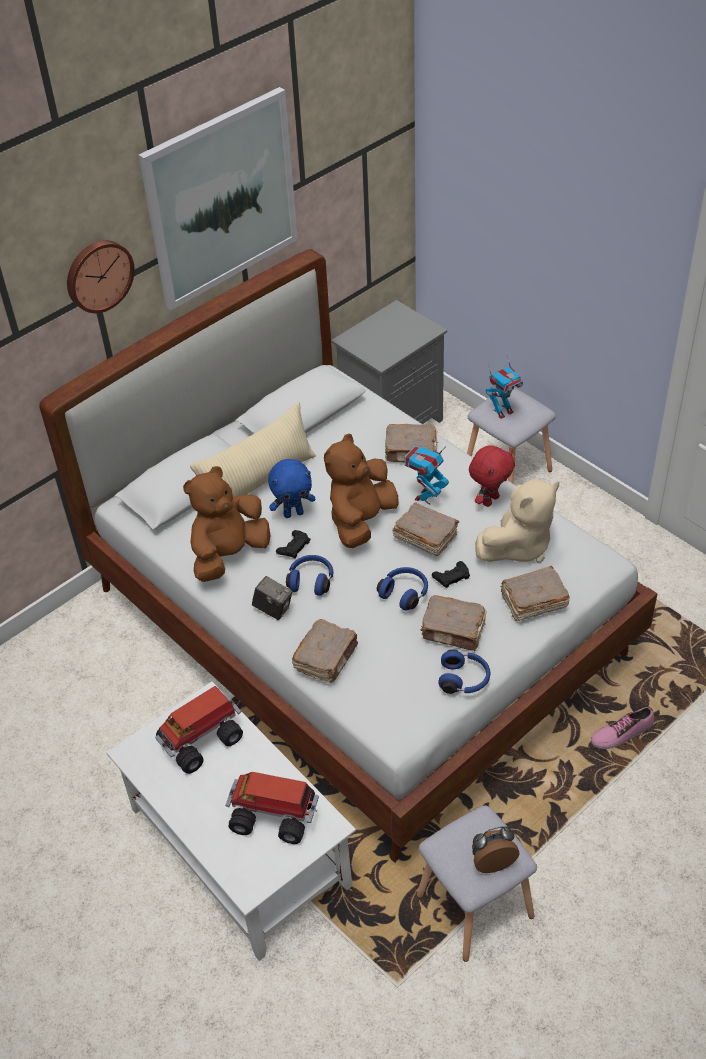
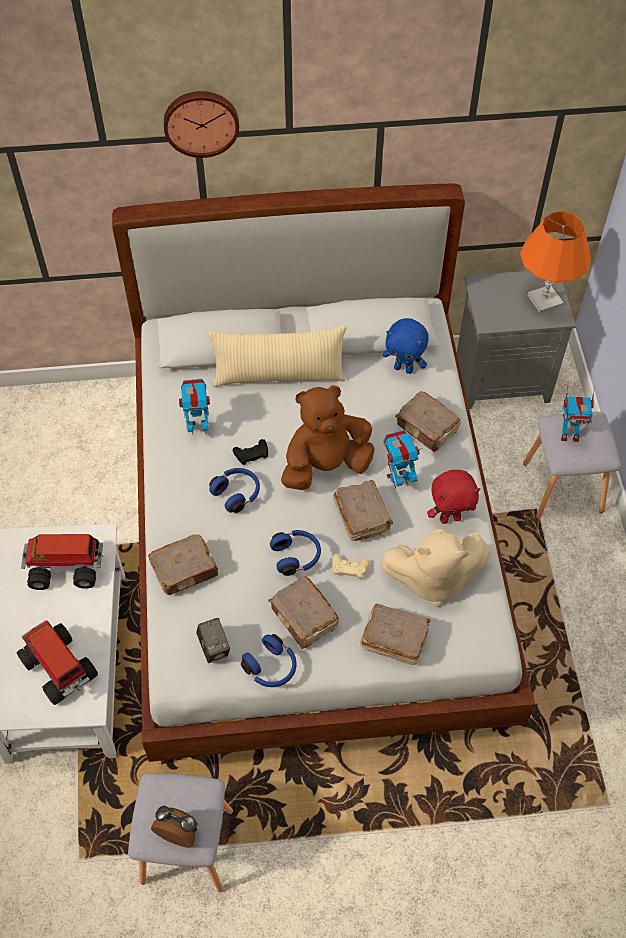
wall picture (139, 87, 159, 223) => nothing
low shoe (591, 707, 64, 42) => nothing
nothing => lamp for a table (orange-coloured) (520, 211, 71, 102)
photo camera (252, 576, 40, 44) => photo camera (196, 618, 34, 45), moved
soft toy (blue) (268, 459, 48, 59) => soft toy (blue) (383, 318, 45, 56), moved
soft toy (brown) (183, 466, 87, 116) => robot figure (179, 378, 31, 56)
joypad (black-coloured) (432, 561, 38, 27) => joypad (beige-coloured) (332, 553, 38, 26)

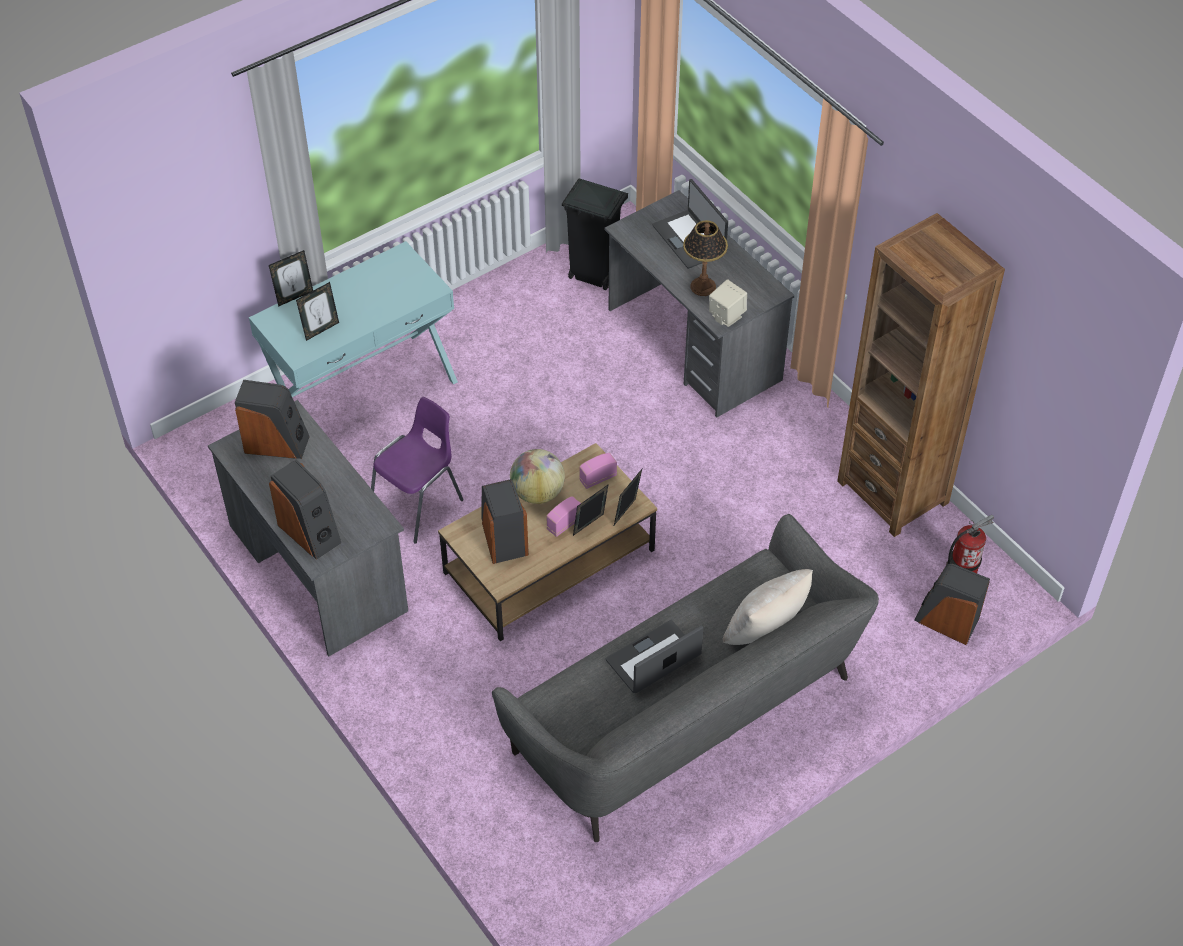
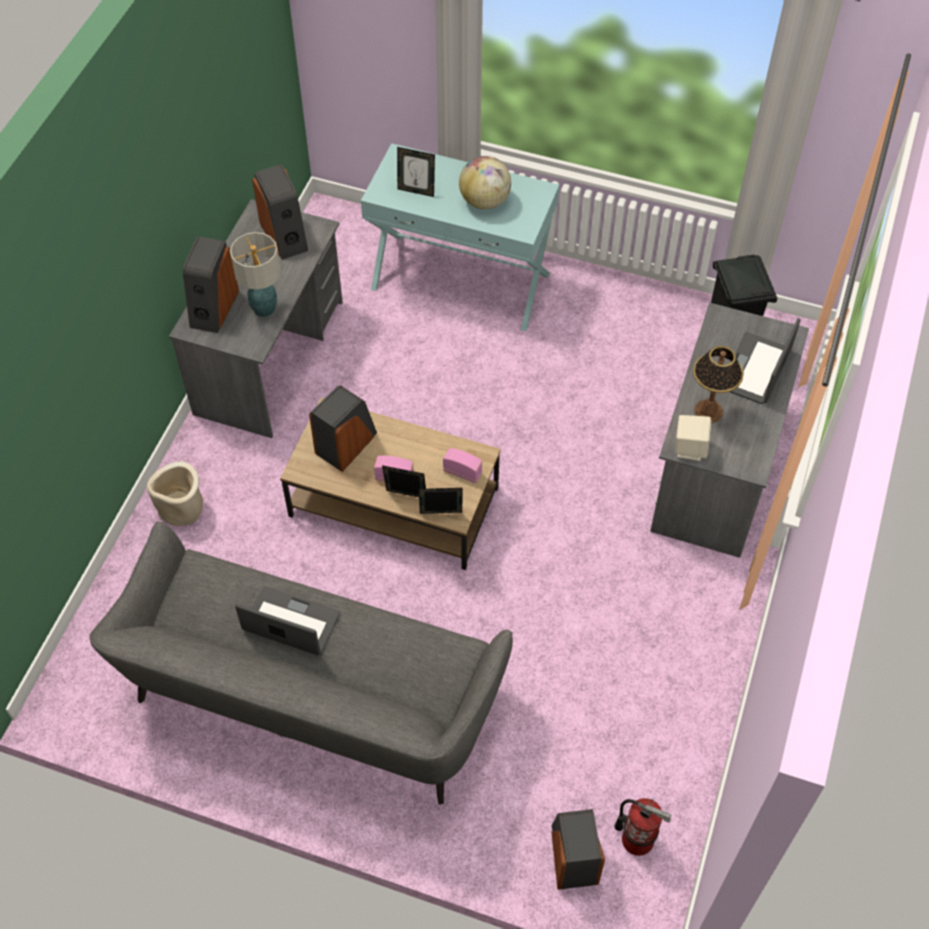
photo frame (269, 250, 44, 57) => nothing
upright chair (purple-coloured) (371, 397, 93, 147) => nothing
throw pillow (beige-coloured) (723, 569, 90, 76) => nothing
bookshelf (brown) (837, 213, 168, 324) => nothing
nothing => flower pot (beige-coloured) (146, 461, 57, 65)
nothing => lamp for a table (230, 232, 51, 85)
world globe (510, 449, 55, 55) => world globe (459, 156, 52, 53), moved

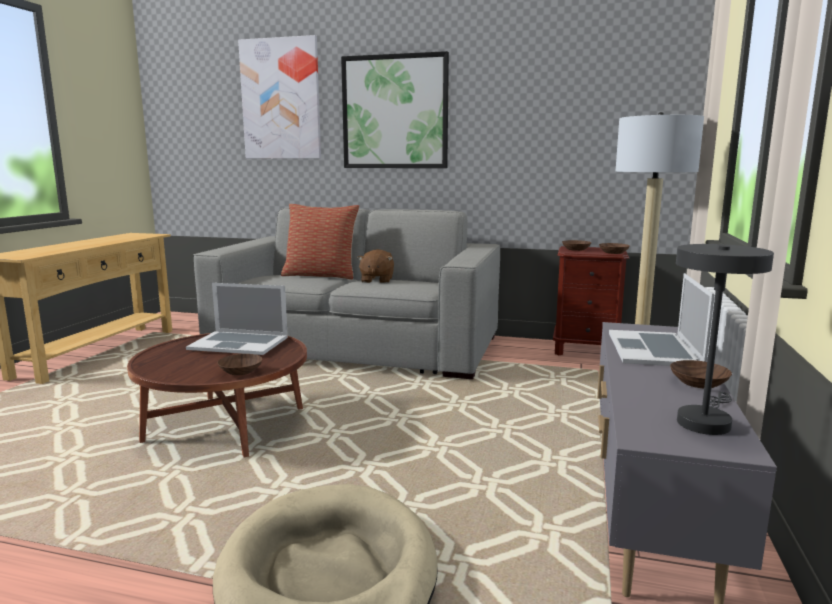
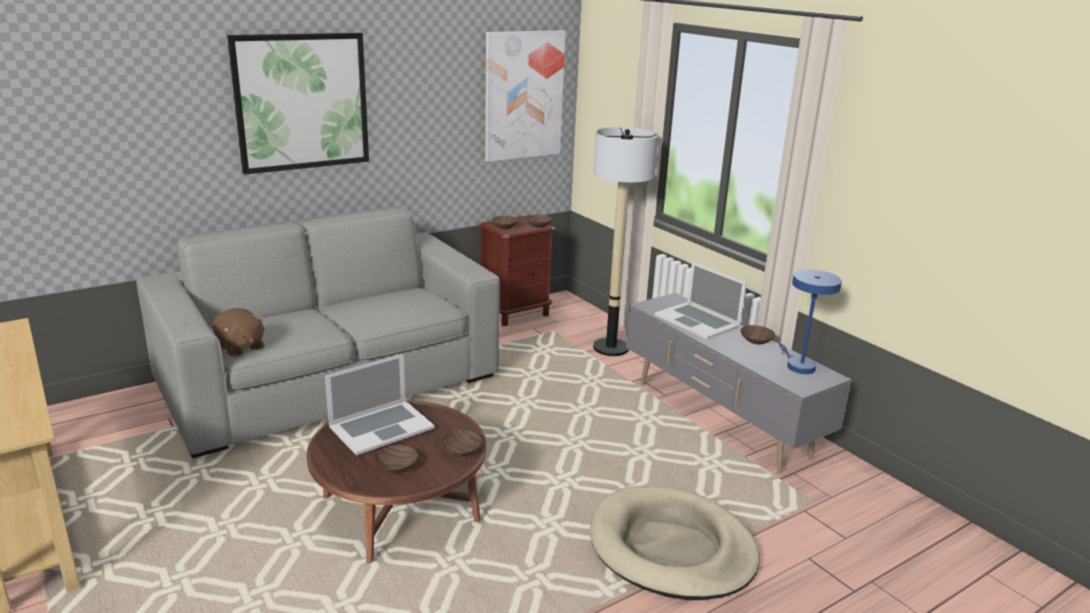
throw pillow (281, 204, 78, 76) => nothing
nothing => deep dish (brown) (374, 445, 44, 28)
wall picture (238, 35, 83, 124) => wall picture (485, 31, 81, 131), moved
soft toy (brown) (357, 249, 37, 34) => soft toy (brown) (213, 308, 52, 48), moved
lamp for a table (grey) (676, 244, 98, 191) => lamp for a table (blue) (779, 269, 63, 105)

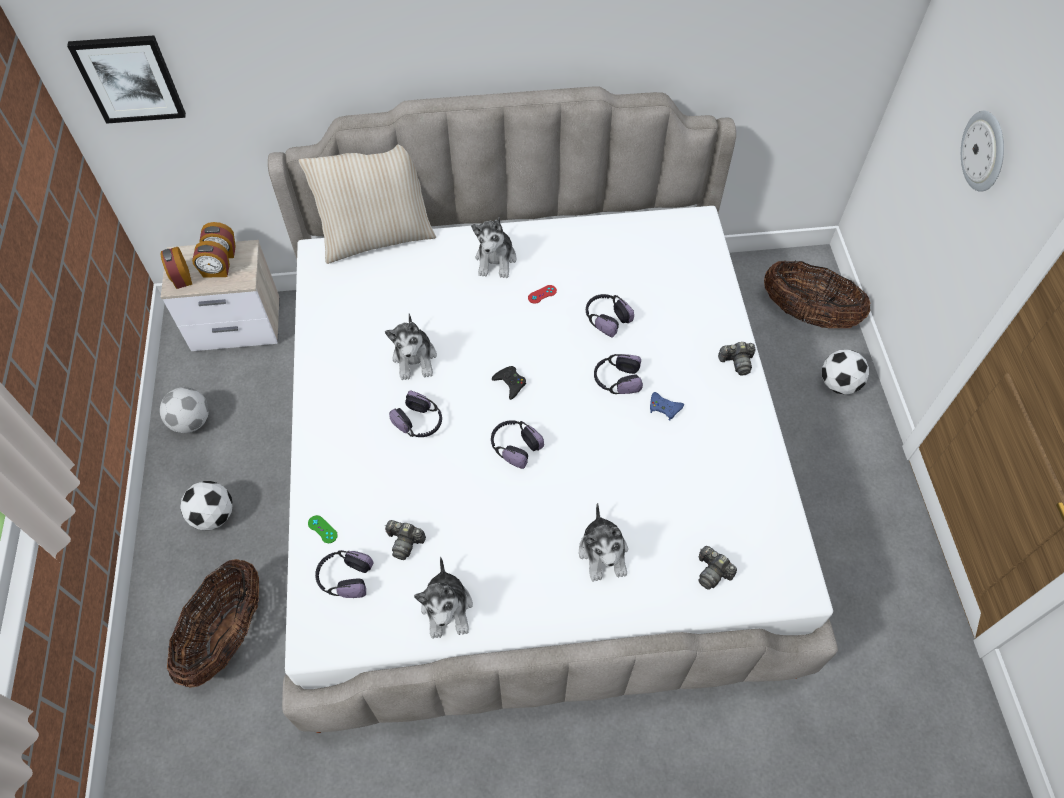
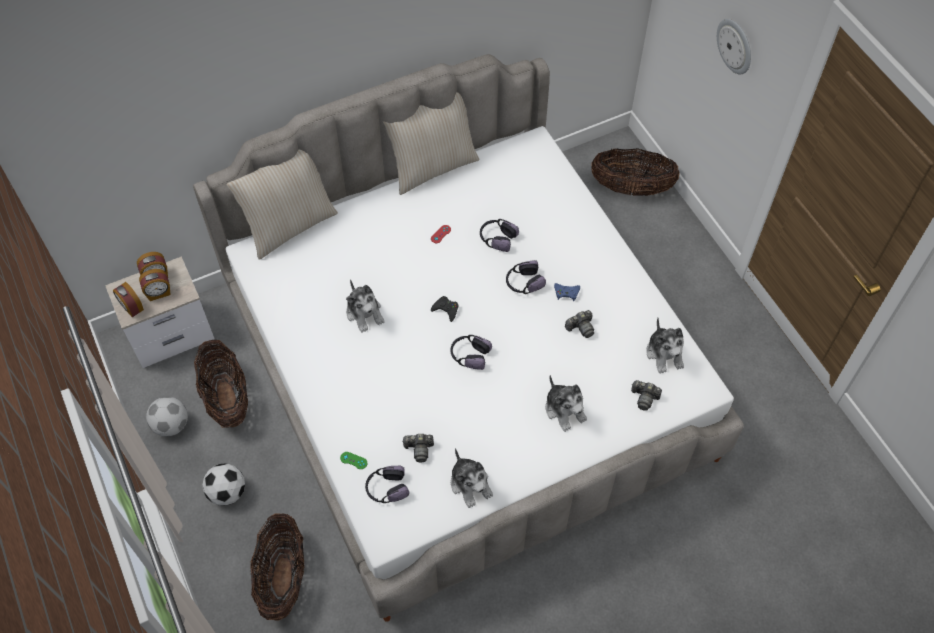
wall picture (67, 35, 119, 89) => nothing
pair of headphones (389, 390, 53, 47) => nothing
football (822, 350, 47, 45) => nothing
nothing => basket (194, 340, 54, 88)
nothing => throw pillow (beige-coloured) (383, 92, 97, 103)
soft toy (471, 217, 45, 61) => soft toy (646, 317, 38, 57), moved
photo camera (718, 342, 37, 34) => photo camera (565, 310, 29, 28), moved

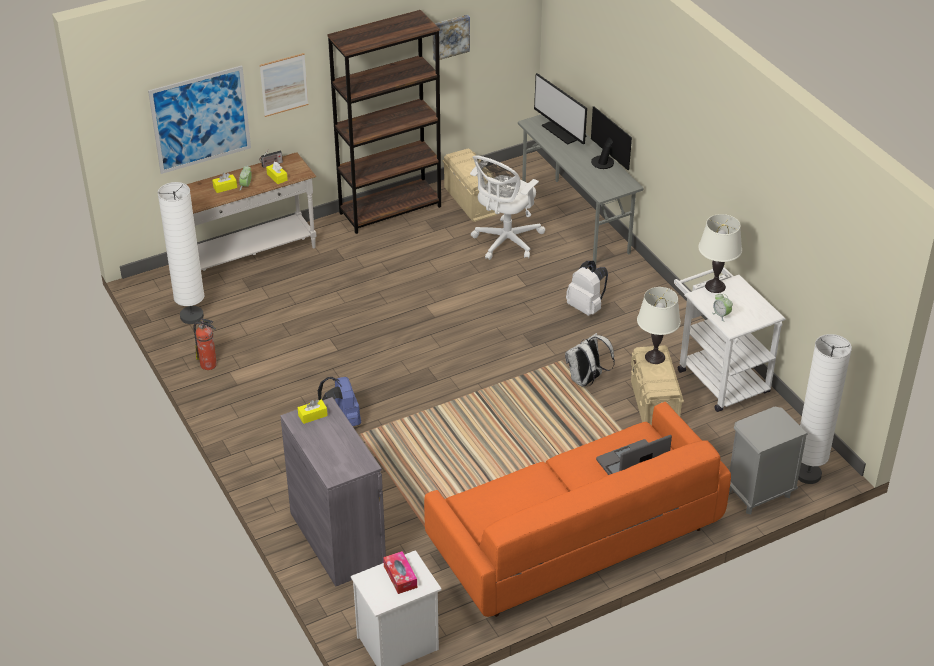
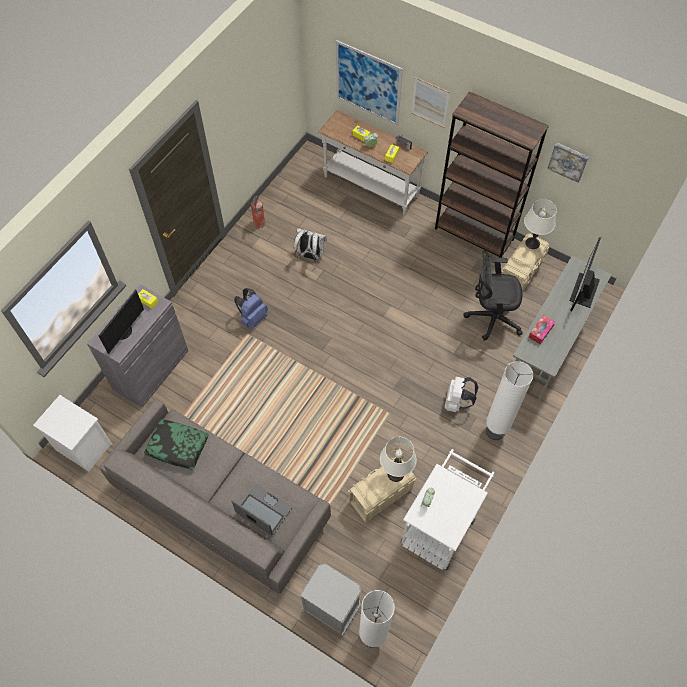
nothing => throw pillow (144, 419, 64, 51)
floor lamp (white) (158, 182, 46, 142) => floor lamp (white) (486, 361, 47, 79), moved
tissue box (383, 551, 34, 43) => tissue box (529, 315, 26, 29), moved
knapsack (white) (565, 333, 50, 54) => knapsack (white) (294, 228, 33, 33), moved
monitor (591, 106, 41, 65) => monitor (99, 290, 45, 64), moved
lamp for a table (white) (698, 214, 44, 79) => lamp for a table (white) (524, 199, 33, 50), moved
settee (orange-coloured) (424, 402, 307, 215) => settee (grey) (100, 399, 231, 195)
desk chair (white) (470, 155, 75, 105) => desk chair (black-coloured) (464, 250, 59, 90)

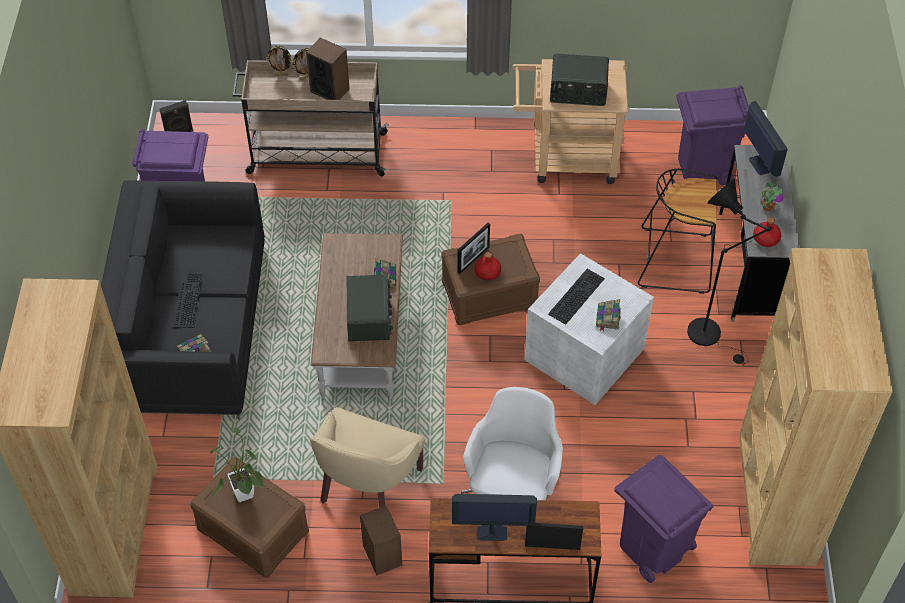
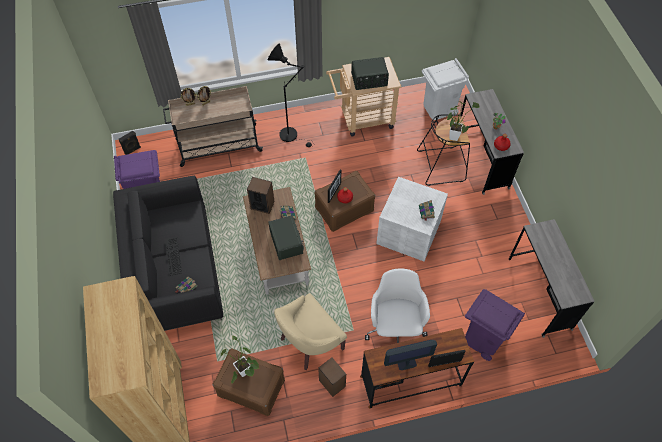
PC keyboard (548, 269, 57, 56) => nothing
monitor (744, 101, 44, 76) => nothing
nothing => plant in a pot (447, 101, 32, 40)
audio speaker (306, 37, 44, 63) => audio speaker (247, 177, 28, 37), moved
floor lamp (black-coloured) (687, 178, 85, 186) => floor lamp (black-coloured) (268, 43, 44, 104), moved
bookshelf (brown) (739, 248, 154, 318) => desk unit (grey) (509, 219, 86, 119)
waste bin (purple-coloured) (676, 85, 73, 100) => waste bin (white) (422, 58, 47, 62)
armchair (beige-coloured) (310, 407, 115, 101) => armchair (beige-coloured) (274, 293, 73, 77), 45 degrees clockwise

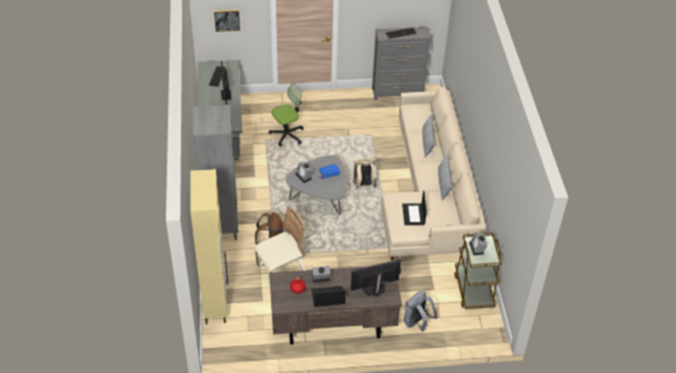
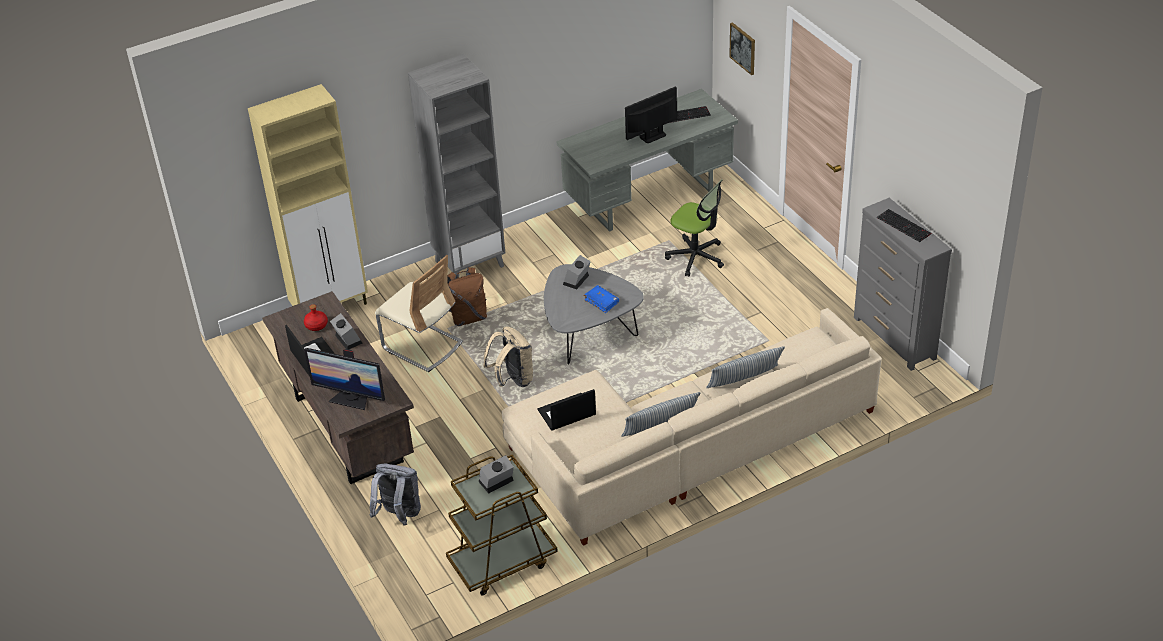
knapsack (beige-coloured) (352, 158, 25, 32) => knapsack (beige-coloured) (483, 326, 50, 61), moved
monitor (351, 259, 50, 37) => monitor (304, 348, 81, 62), 150 degrees clockwise

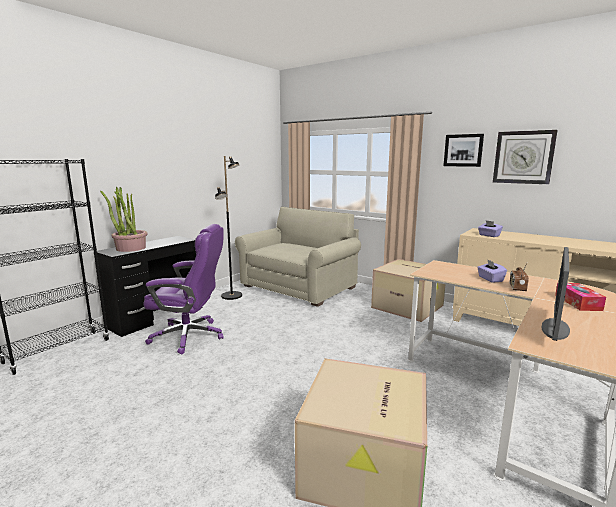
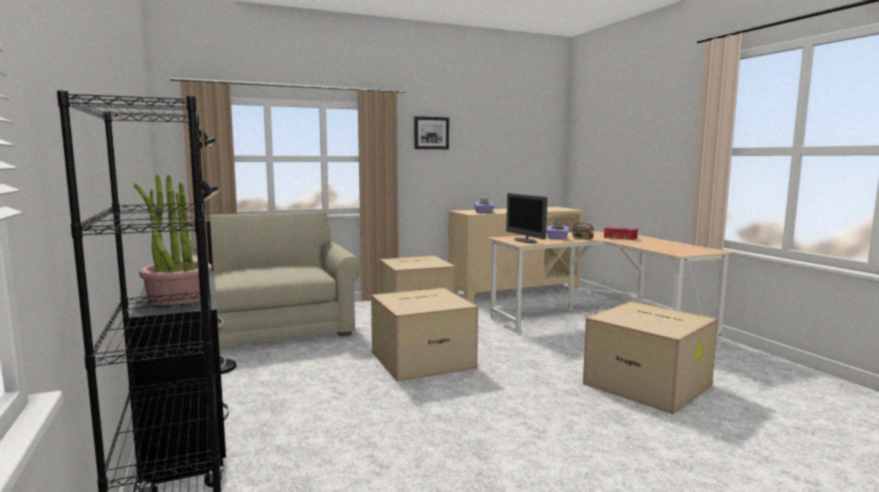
desk chair (purple-coloured) (144, 224, 80, 130) => nothing
wall clock (493, 130, 65, 54) => nothing
nothing => packing box (371, 288, 107, 93)
monitor (541, 247, 29, 94) => monitor (506, 193, 42, 50), moved

